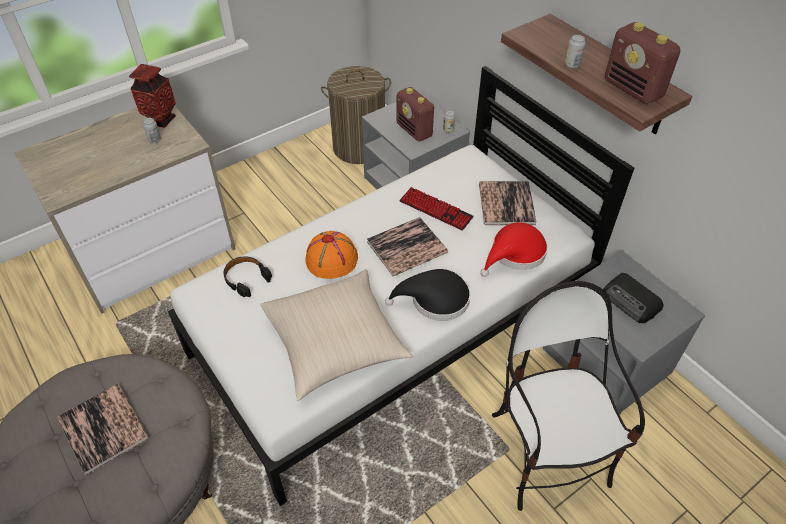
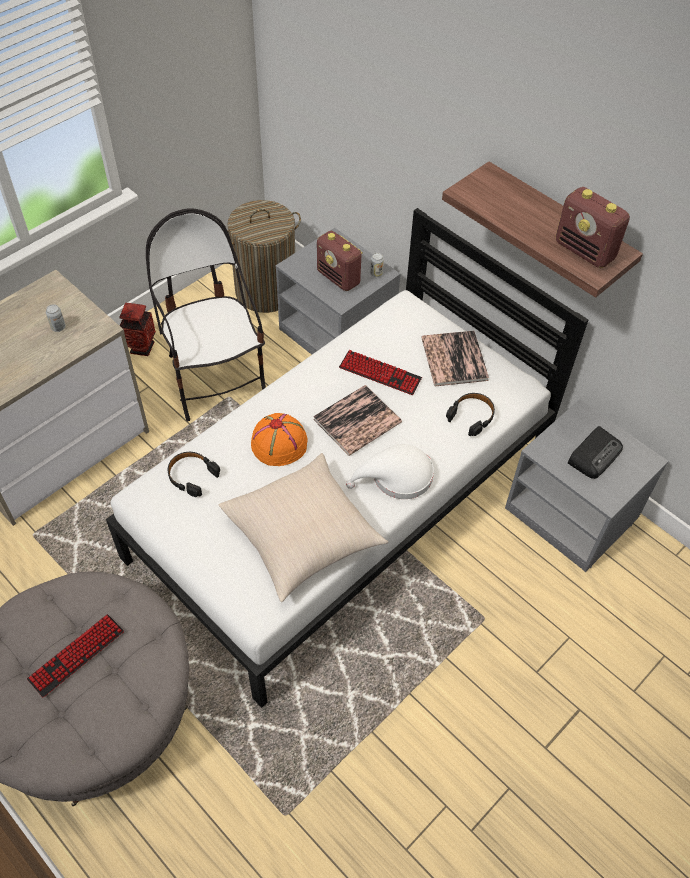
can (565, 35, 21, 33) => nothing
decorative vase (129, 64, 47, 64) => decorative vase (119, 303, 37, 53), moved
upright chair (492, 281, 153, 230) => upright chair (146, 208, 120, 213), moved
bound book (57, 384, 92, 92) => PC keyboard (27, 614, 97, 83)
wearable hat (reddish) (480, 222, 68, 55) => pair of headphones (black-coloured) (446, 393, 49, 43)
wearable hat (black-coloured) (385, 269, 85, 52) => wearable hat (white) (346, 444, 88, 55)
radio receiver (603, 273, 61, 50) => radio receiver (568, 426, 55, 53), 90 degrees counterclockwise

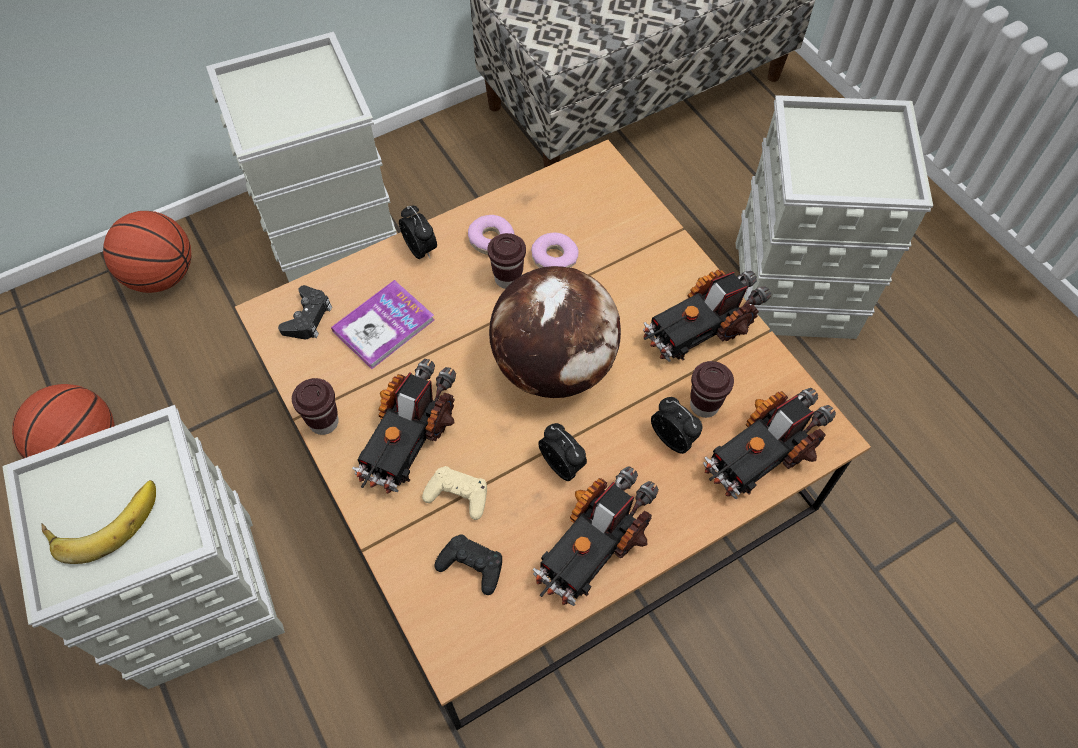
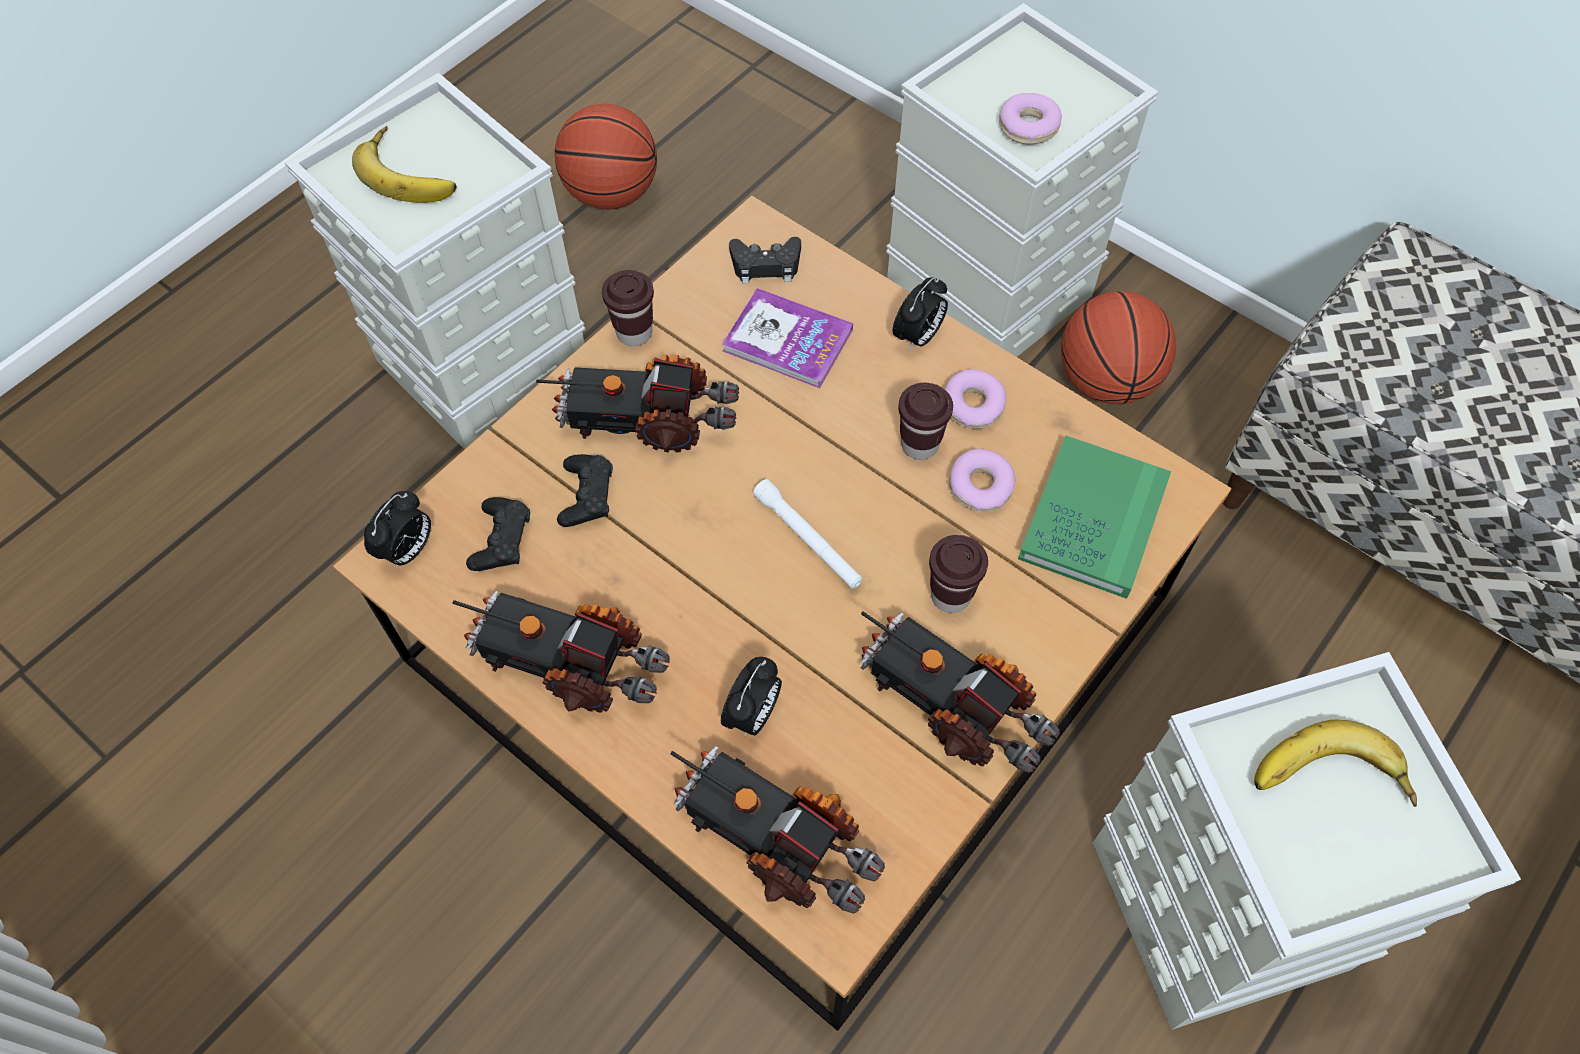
nothing => ring doughnut (999, 93, 63, 52)
nothing => bound book (greenish) (1018, 435, 153, 164)
nothing => whole banana (1254, 720, 163, 87)
ball for basketball (103, 211, 88, 82) => ball for basketball (1061, 291, 115, 113), moved
table clock (538, 423, 49, 58) => table clock (364, 491, 67, 78), moved
drinking cup (brown) (690, 361, 44, 57) => drinking cup (brown) (929, 535, 59, 78), moved
world globe (489, 266, 132, 132) => flashlight (white) (753, 479, 109, 110)
joypad (beige-coloured) (422, 466, 65, 54) => joypad (black-coloured) (557, 454, 56, 73)

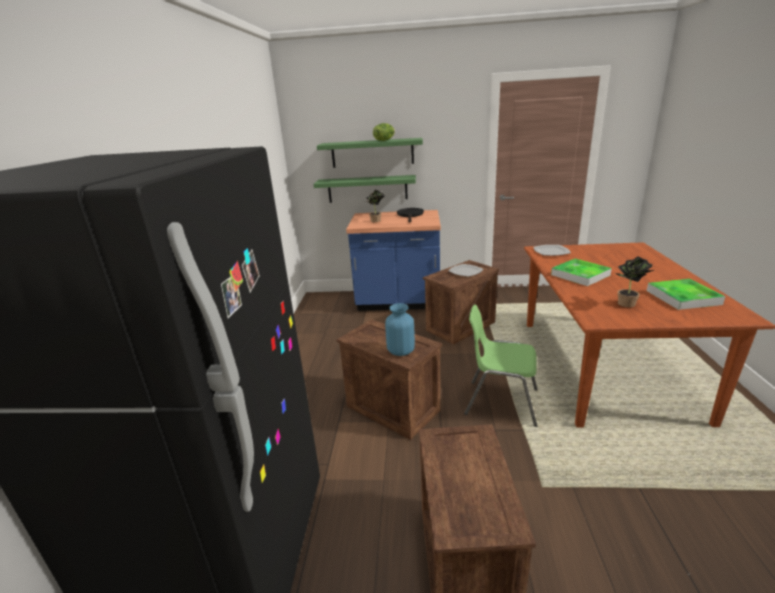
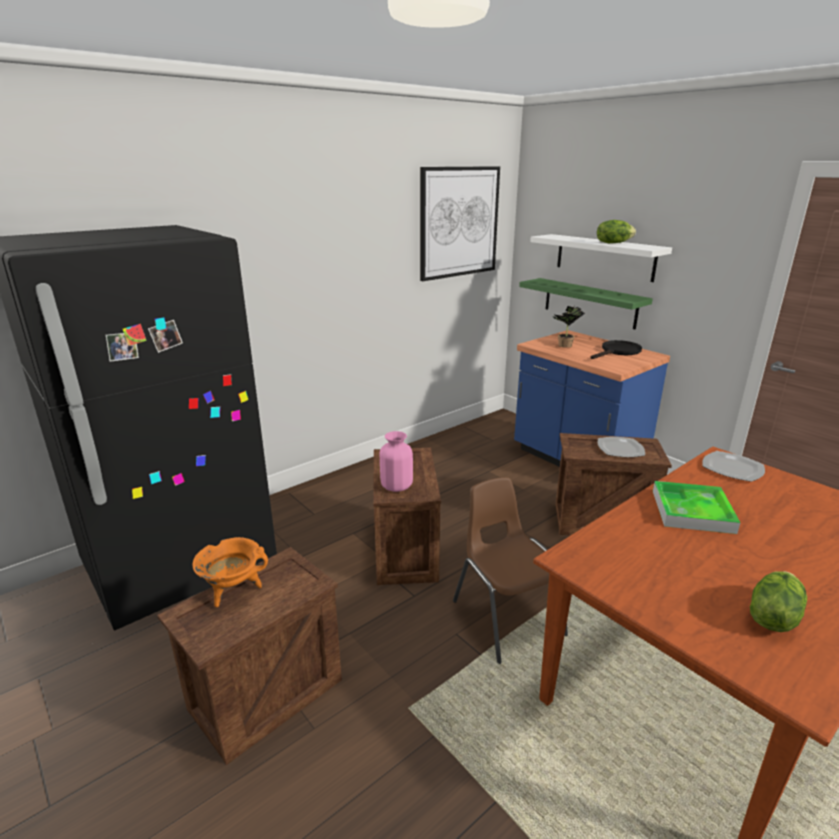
plant in a pot (615, 256, 39, 51) => nothing
nothing => saucepot (orange-coloured) (193, 537, 75, 70)
nothing => wall picture (420, 166, 80, 115)
serving tray (647, 279, 79, 31) => lettuce (750, 571, 57, 61)
shelf (greenish) (317, 138, 106, 30) => shelf (white) (530, 234, 142, 48)
decorative vase (blue) (385, 303, 30, 53) => decorative vase (pinkish) (380, 431, 33, 61)
upright chair (greenish) (464, 305, 74, 122) => upright chair (brown) (453, 477, 115, 187)

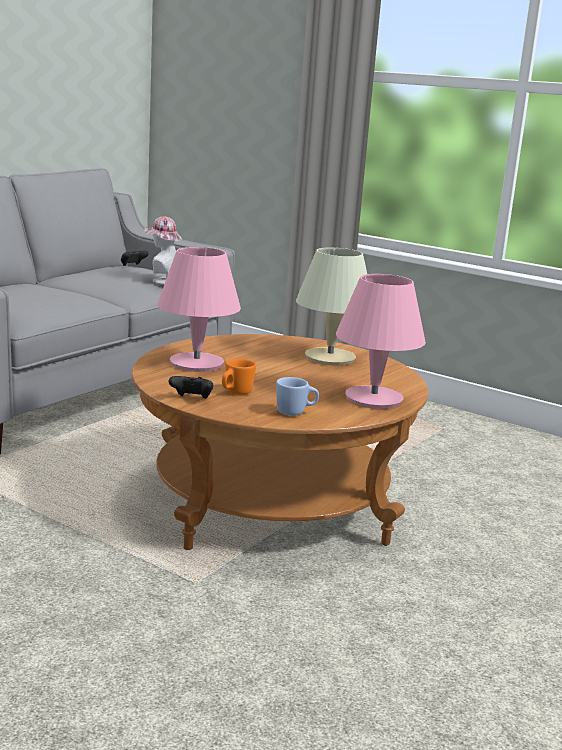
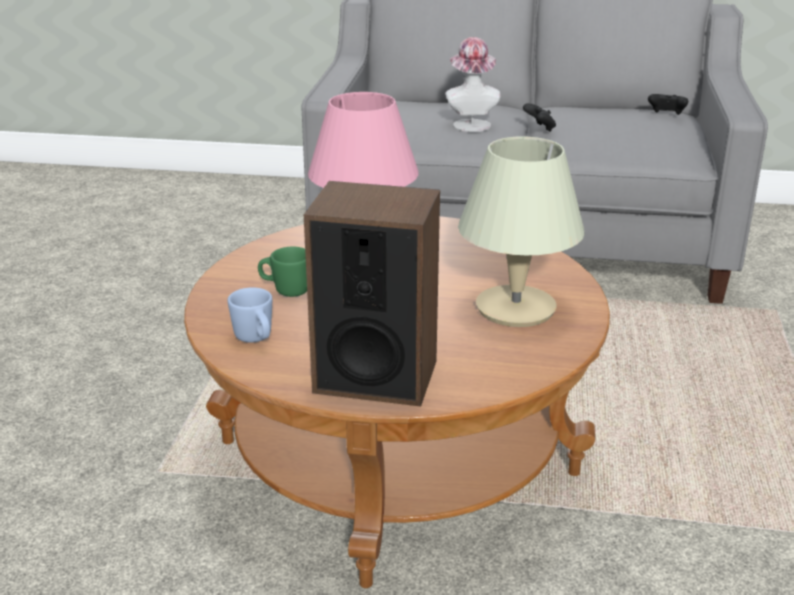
wearable hat (145, 216, 37, 69) => wearable hat (445, 37, 56, 95), moved
joypad (black-coloured) (169, 376, 44, 23) => joypad (black-coloured) (523, 103, 33, 29), moved
lamp for a table (pinkish) (336, 274, 90, 135) => audio speaker (304, 181, 136, 226)
mug (orange-coloured) (222, 358, 34, 37) => mug (greenish) (258, 247, 49, 50)

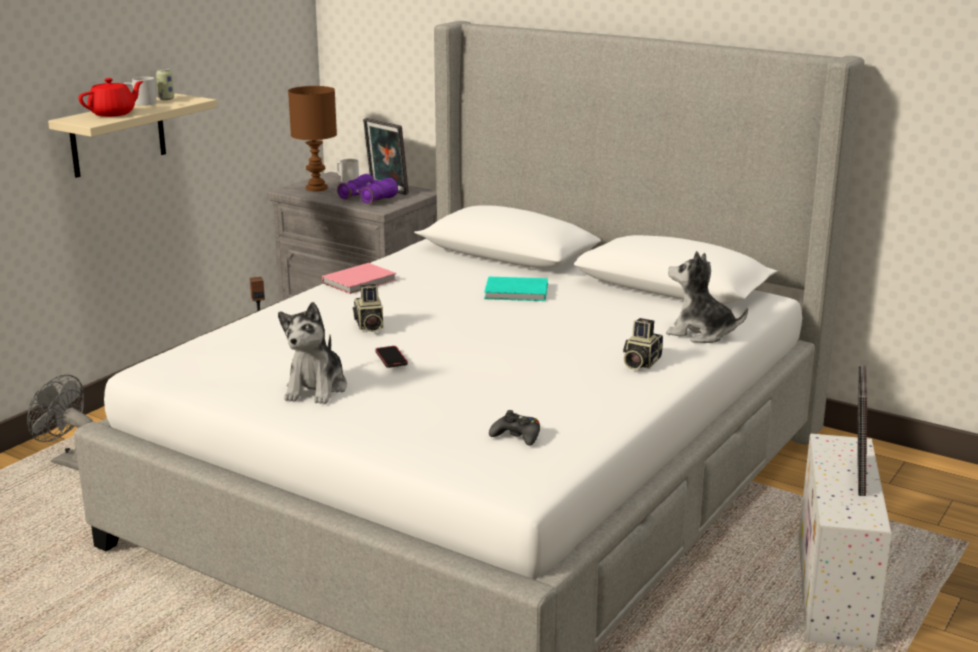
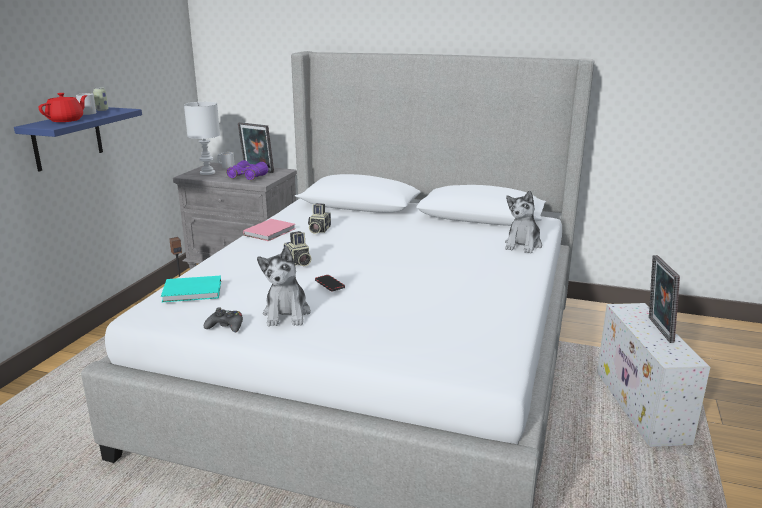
fan (grey) (27, 375, 66, 96) => nothing
bound book (turquoise) (484, 277, 64, 24) => bound book (turquoise) (161, 276, 60, 26), moved
joypad (black-coloured) (489, 410, 51, 36) => joypad (black-coloured) (204, 307, 39, 25), moved
photo camera (623, 318, 40, 52) => photo camera (308, 203, 23, 31), moved
shelf (beige-coloured) (48, 93, 169, 85) => shelf (blue) (14, 107, 128, 65)
lamp for a table (brown) (288, 86, 49, 105) => lamp for a table (white) (184, 102, 36, 73)
soft toy (666, 251, 82, 92) => soft toy (505, 190, 37, 64), 75 degrees counterclockwise

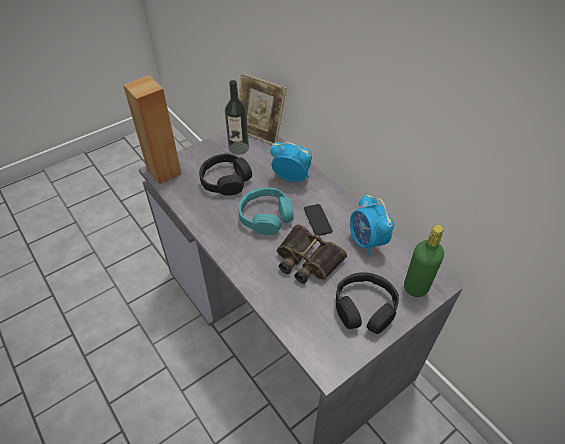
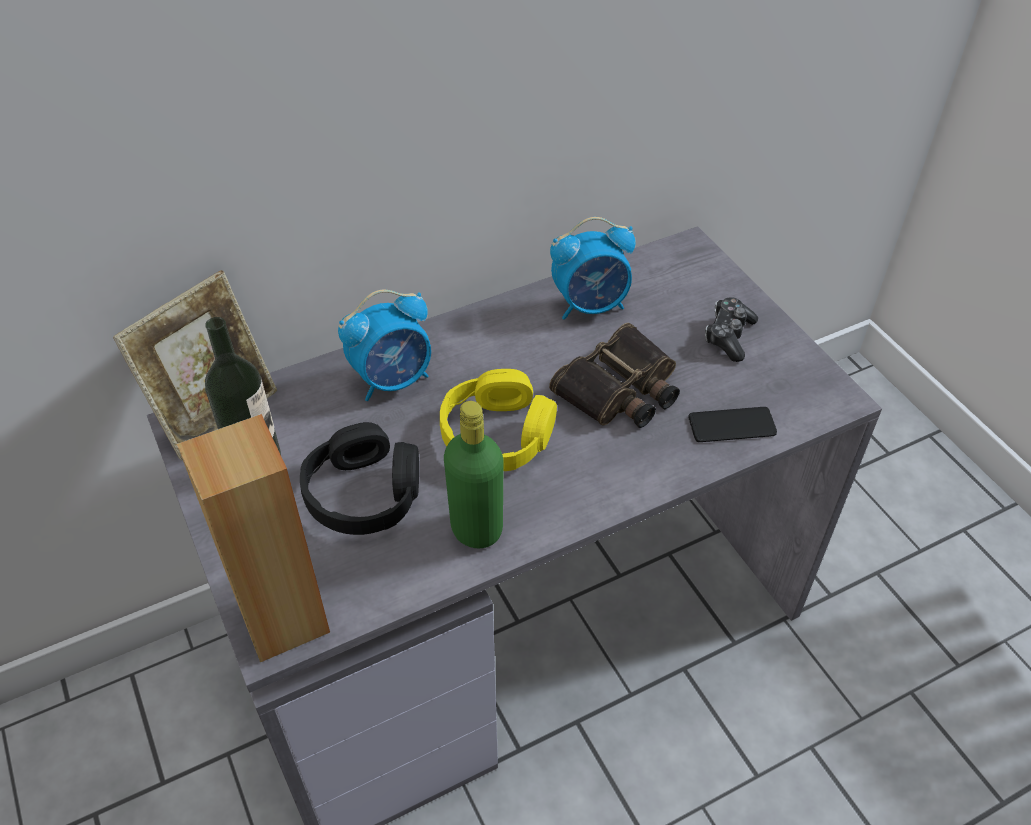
telephone (304, 204, 29, 32) => telephone (689, 407, 88, 35), moved
bottle (greenish) (404, 225, 40, 72) => bottle (greenish) (444, 401, 60, 147), moved
pair of headphones (black-coloured) (336, 272, 63, 62) => joypad (705, 297, 53, 65)
pair of headphones (turquoise) (239, 188, 55, 47) => pair of headphones (yellow-coloured) (440, 369, 117, 102)
table clock (270, 142, 42, 40) => table clock (338, 289, 93, 112), 150 degrees counterclockwise

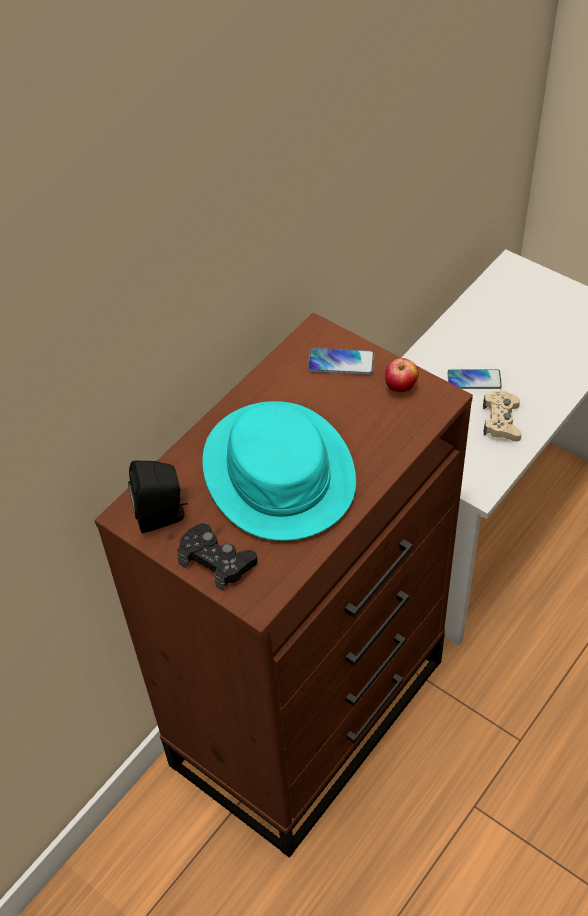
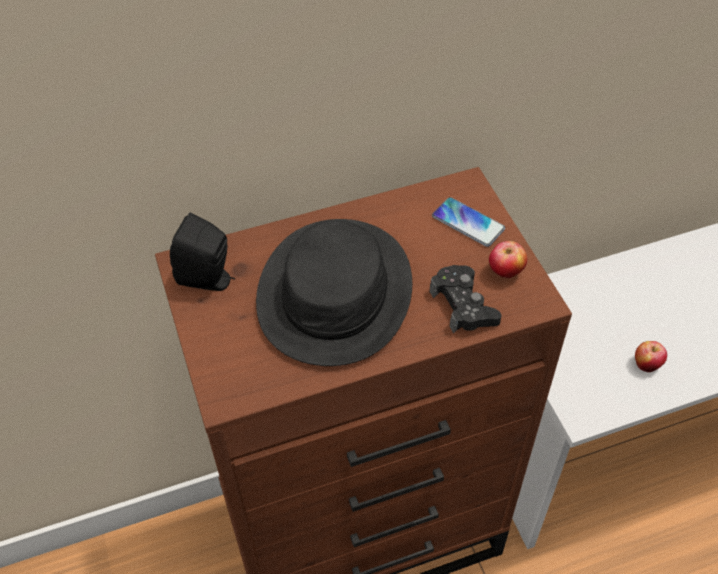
telephone (447, 369, 55, 20) => nothing
joypad (black-coloured) (177, 523, 81, 68) => joypad (black-coloured) (430, 265, 72, 68), moved
joypad (beige-coloured) (483, 391, 39, 51) => whole apple (635, 341, 32, 31)
wearable hat (turquoise) (202, 401, 154, 140) => wearable hat (black-coloured) (256, 219, 156, 147)

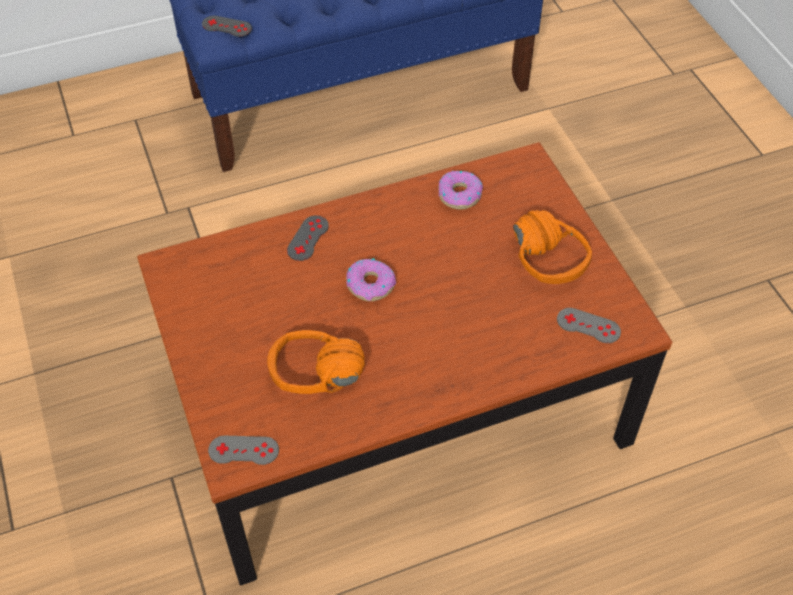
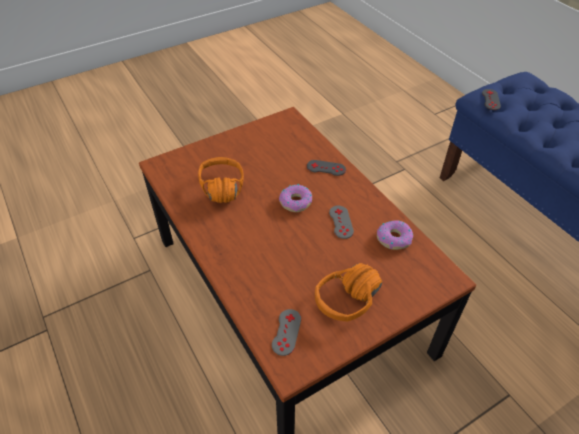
joypad (grey) (208, 436, 71, 29) => joypad (grey) (329, 206, 25, 33), moved

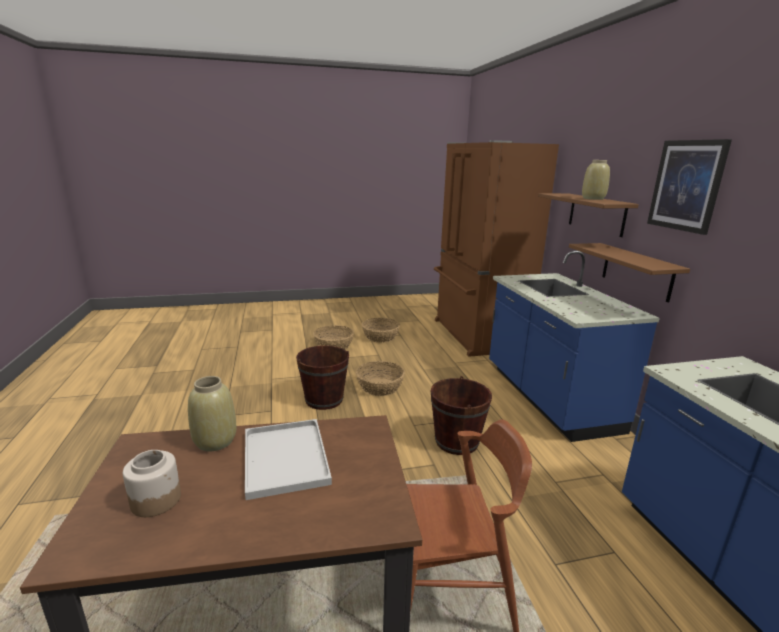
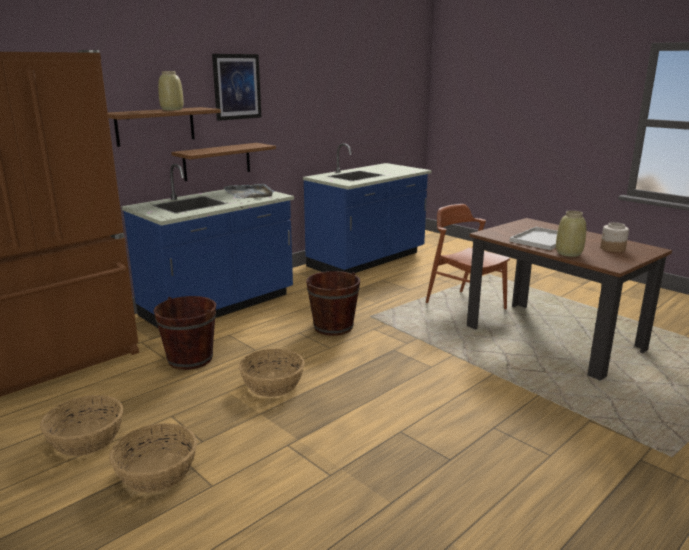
nothing => serving tray (grey) (224, 183, 50, 16)
water bucket (brown) (296, 345, 53, 65) => water bucket (brown) (154, 296, 62, 74), moved

